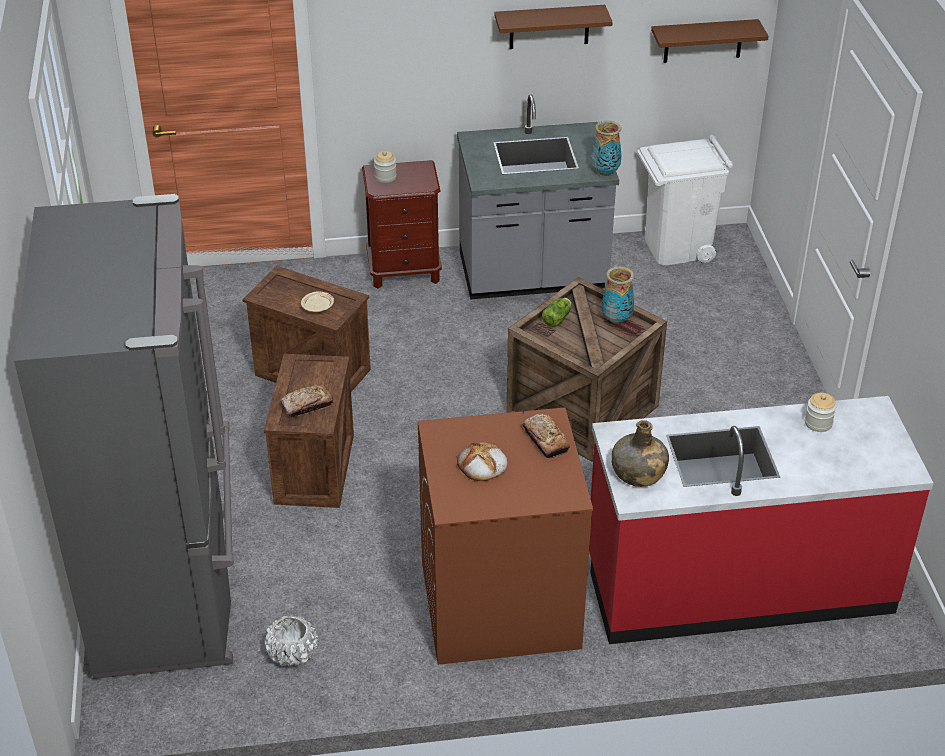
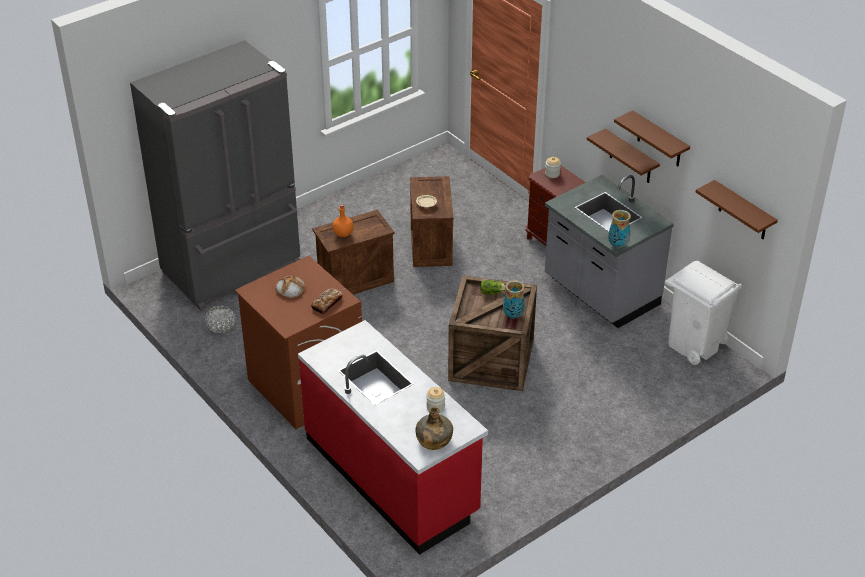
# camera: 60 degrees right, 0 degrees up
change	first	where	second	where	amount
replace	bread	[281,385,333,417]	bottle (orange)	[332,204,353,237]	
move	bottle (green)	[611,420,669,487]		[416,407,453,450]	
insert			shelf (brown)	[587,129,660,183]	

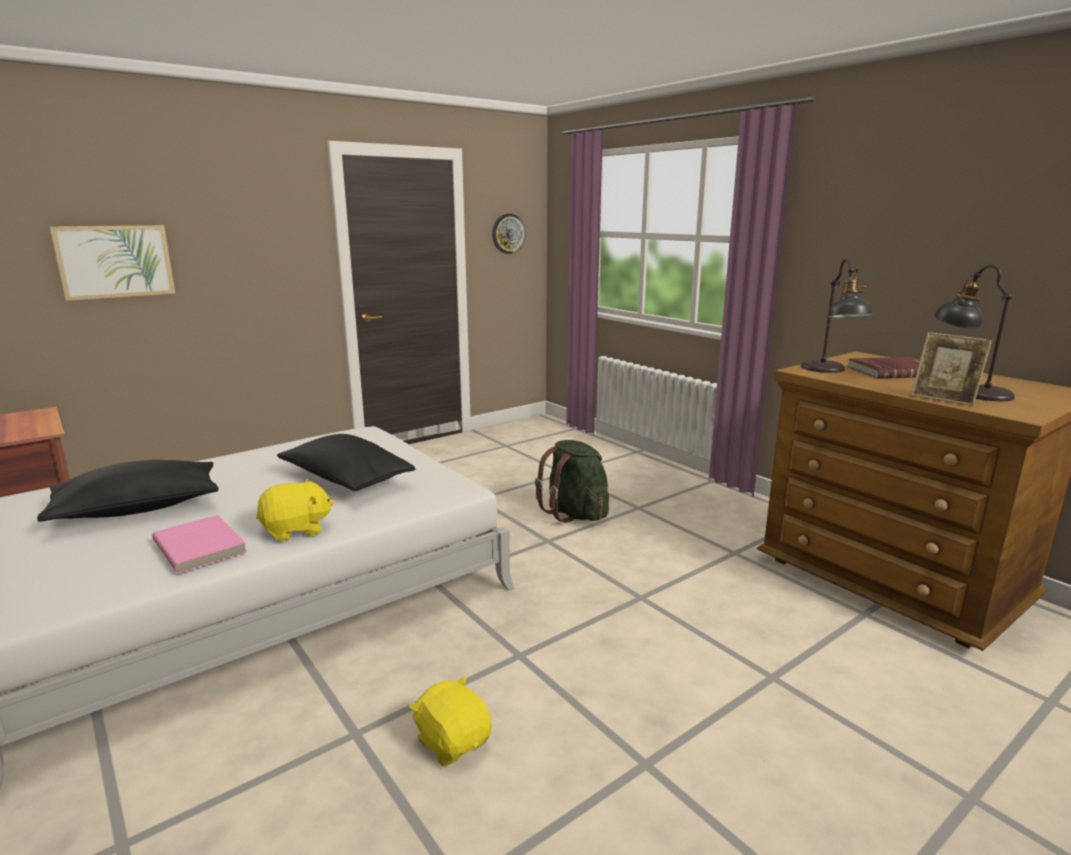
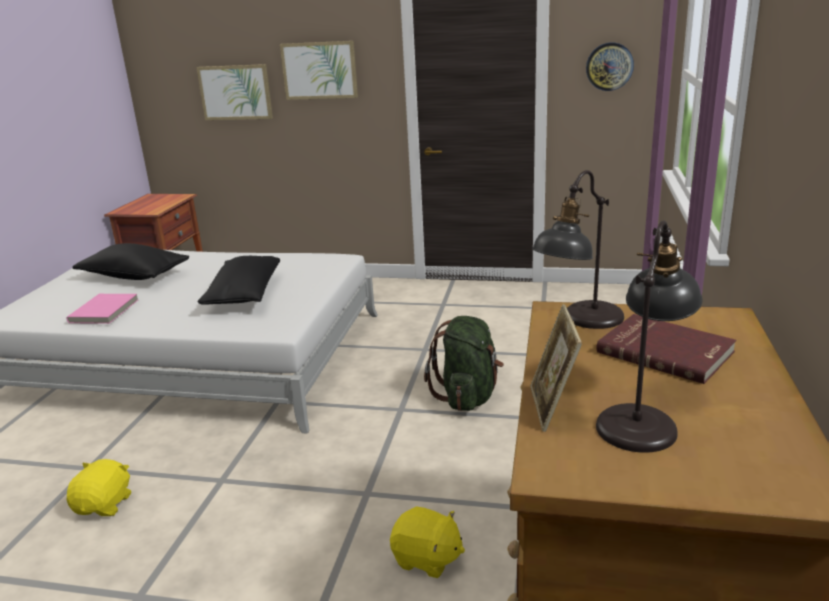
# camera: 50 degrees right, 5 degrees up
change	first	where	second	where	amount
insert			picture	[280,41,358,100]	
move	plush toy (yellow)	[256,479,334,541]		[390,507,465,578]	

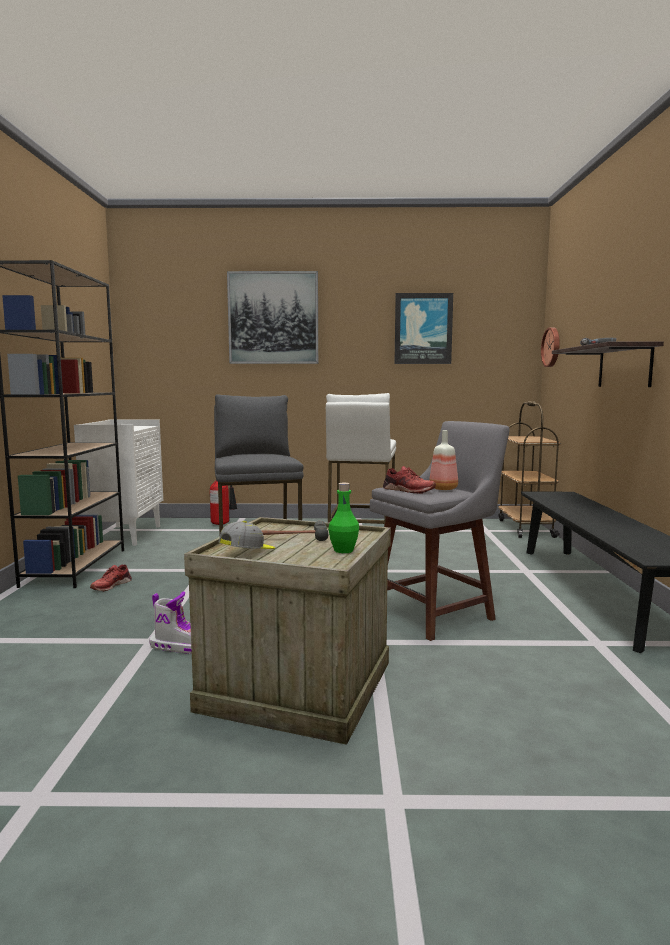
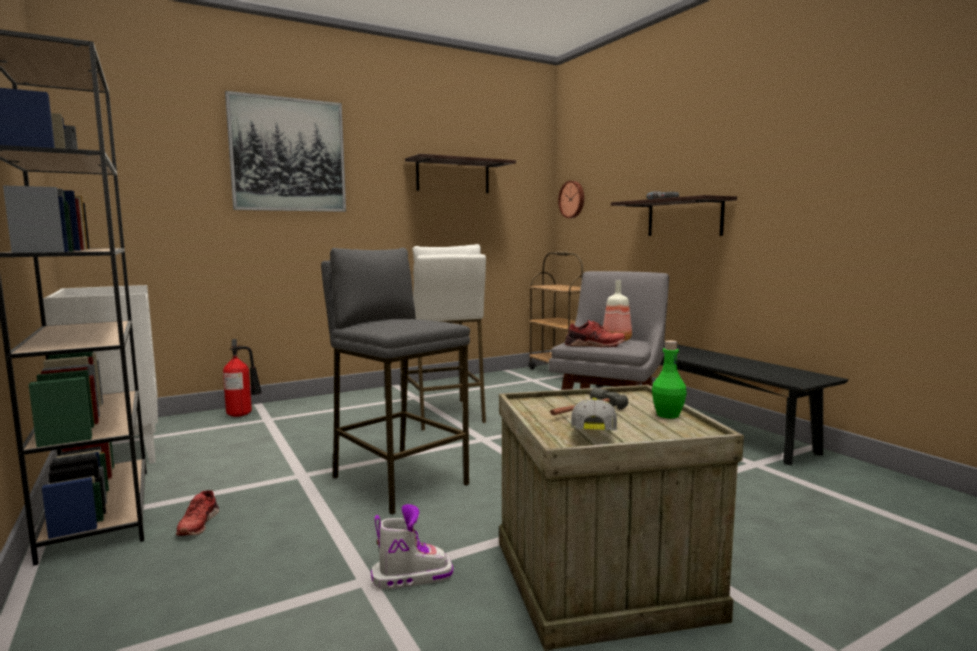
# camera: 30 degrees left, 0 degrees up
change	first	where	second	where	amount
replace	picture	[395,293,453,364]	shelf	[405,154,516,193]	

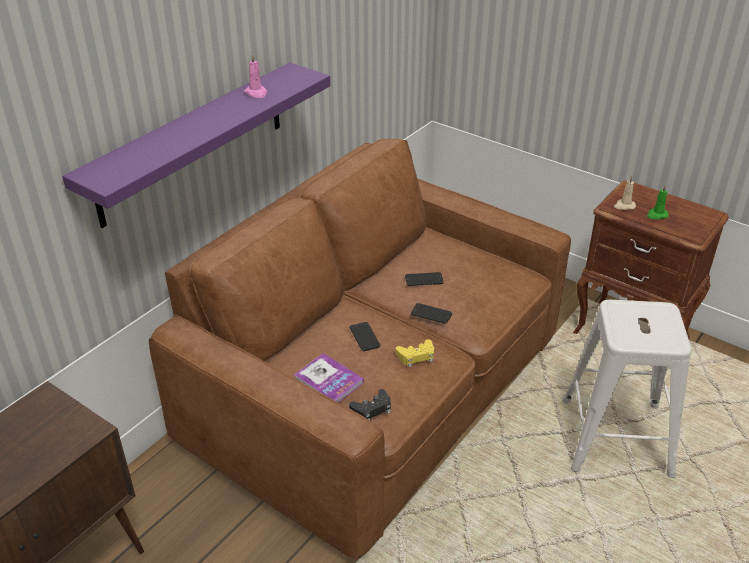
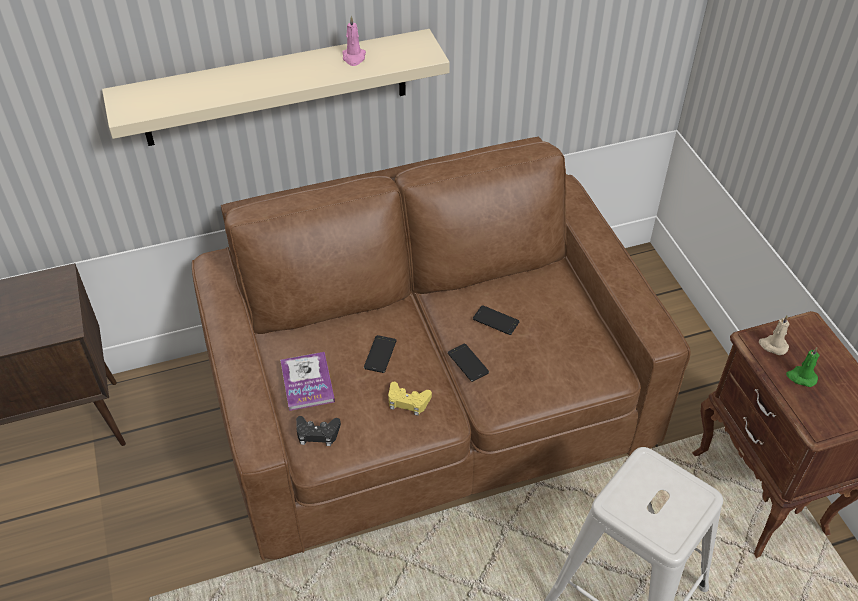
# camera: 35 degrees right, 10 degrees up
change	first	where	second	where	amount
recolor	shelf (purple)	[62,62,331,228]	shelf (beige)	[102,29,450,146]	

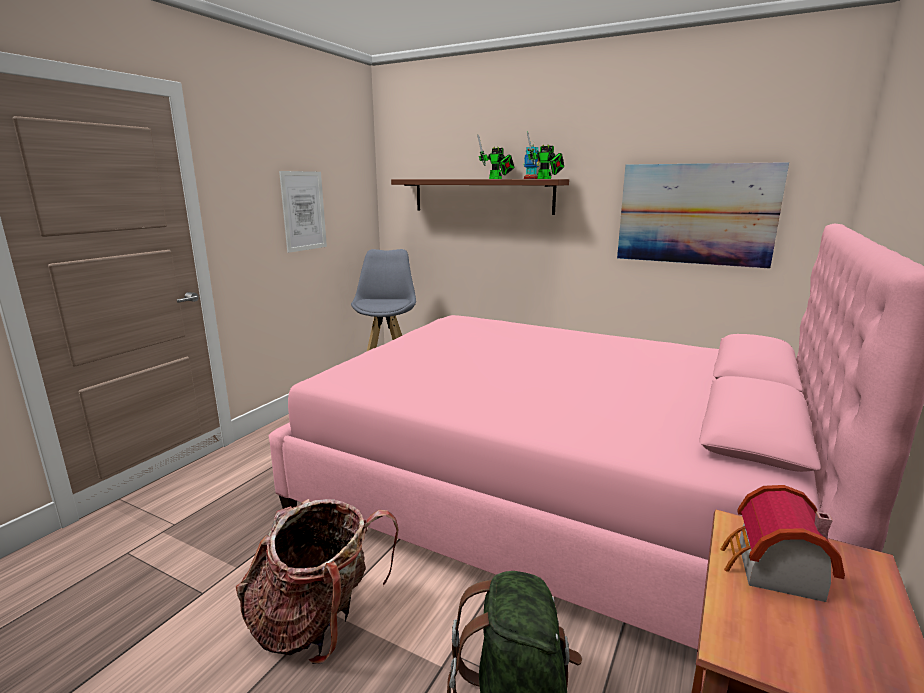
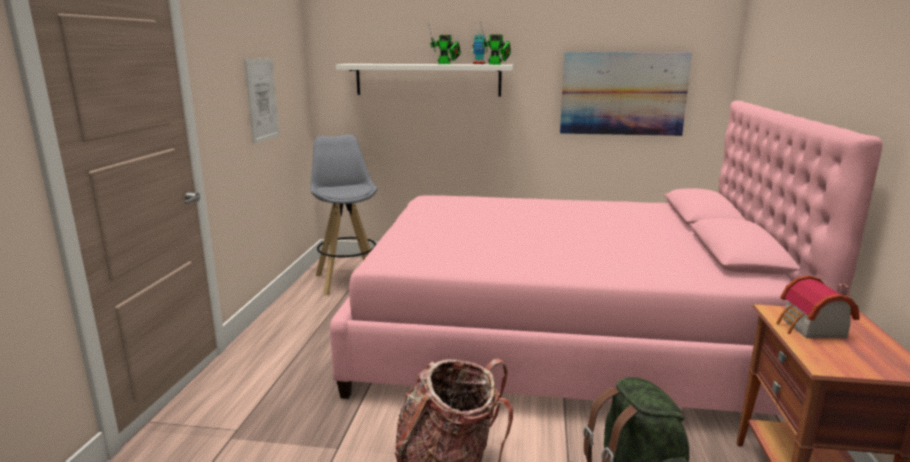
# camera: 20 degrees left, 0 degrees up
change	first	where	second	where	amount
recolor	shelf (brown)	[391,179,569,215]	shelf (white)	[336,64,513,96]	

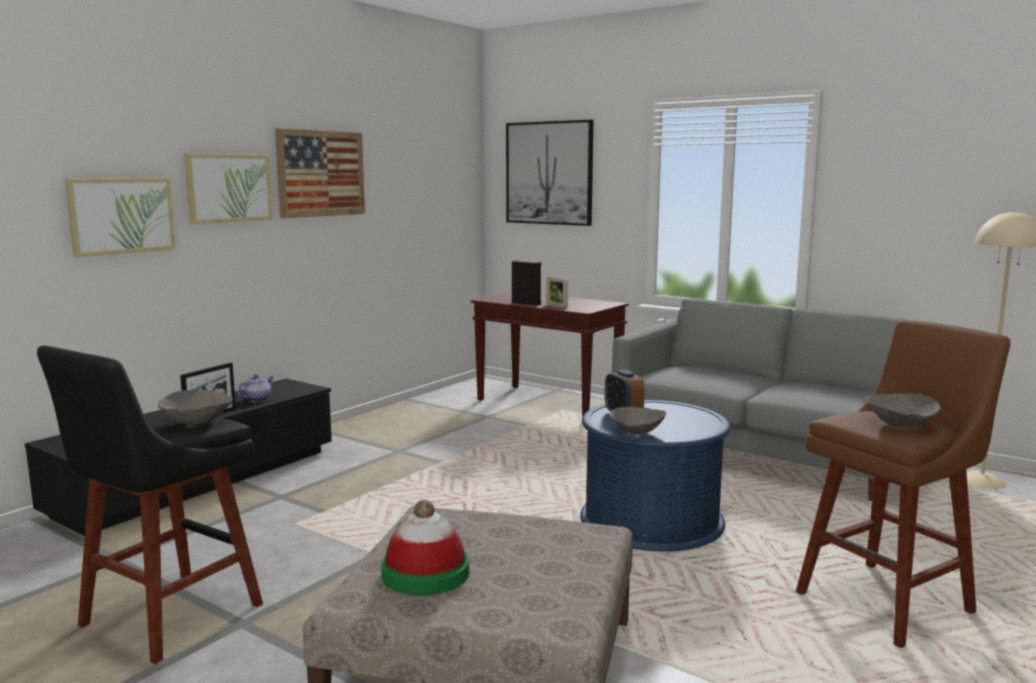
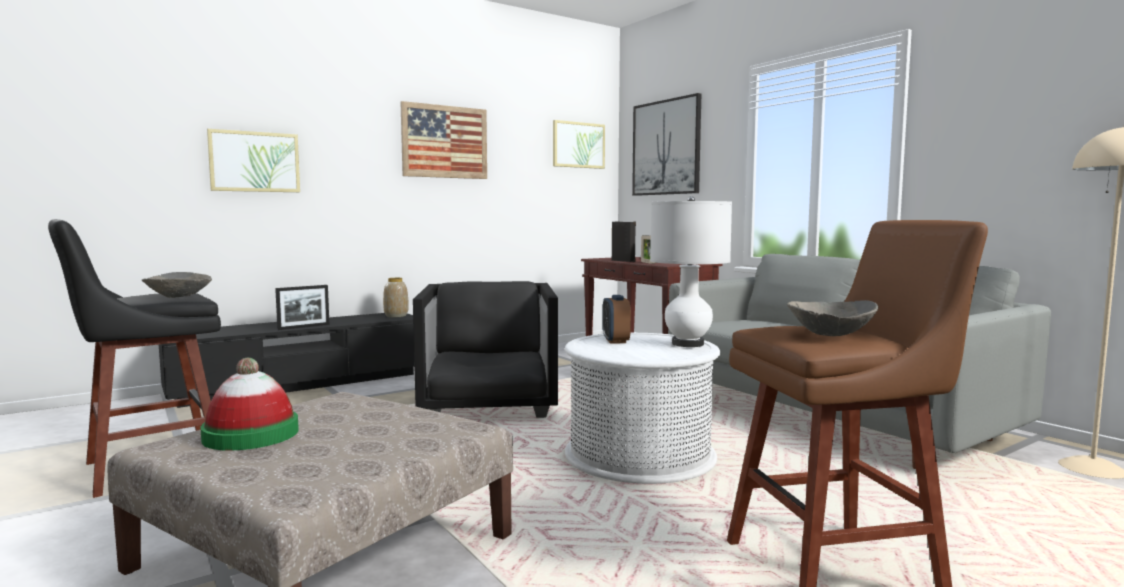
# camera: 20 degrees right, 5 degrees down
change	first	where	second	where	amount
insert			vase	[383,278,409,317]	
insert			armchair (black)	[413,281,558,418]	
move	picture	[184,153,272,224]		[553,120,605,169]	
recolor	coffee table (blue)	[580,400,731,551]	coffee table (white)	[565,333,720,484]	
insert			table lamp (white)	[650,196,732,347]	
delete	teapot	[238,374,274,402]			
delete	bowl (grey)	[610,407,666,434]			

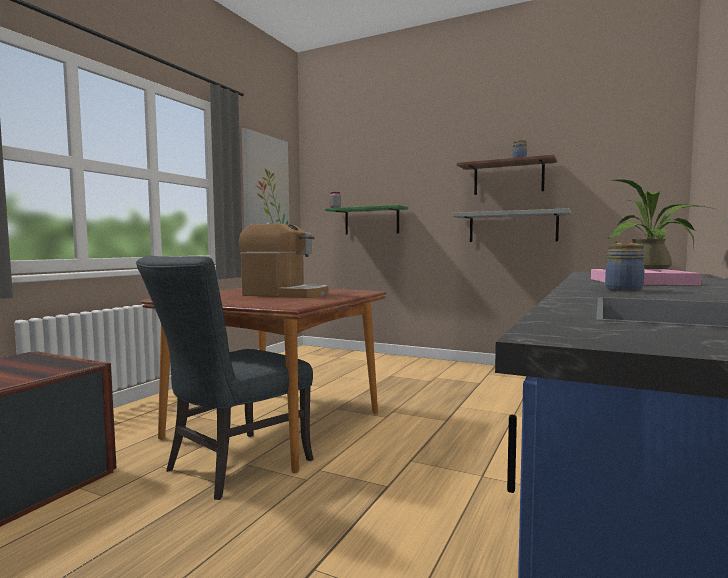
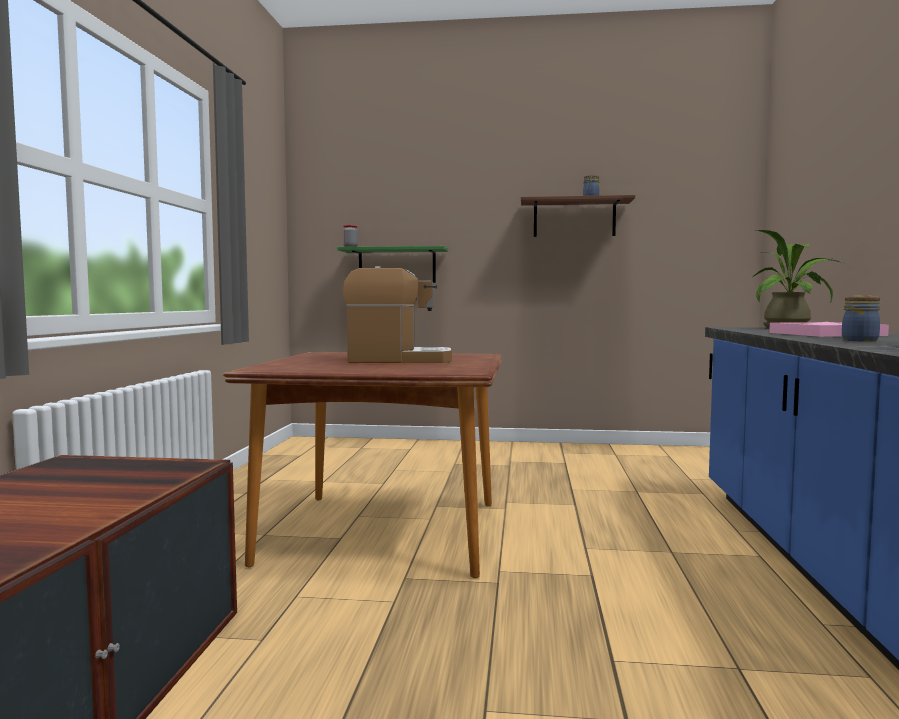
# camera: 20 degrees left, 0 degrees up
change	first	where	second	where	amount
delete	chair (grey)	[136,256,314,500]			
delete	picture	[242,128,290,228]			
delete	shelf (grey)	[452,208,572,242]			

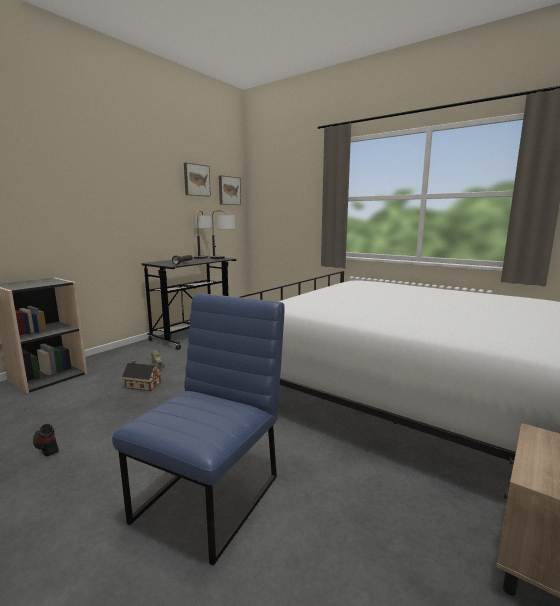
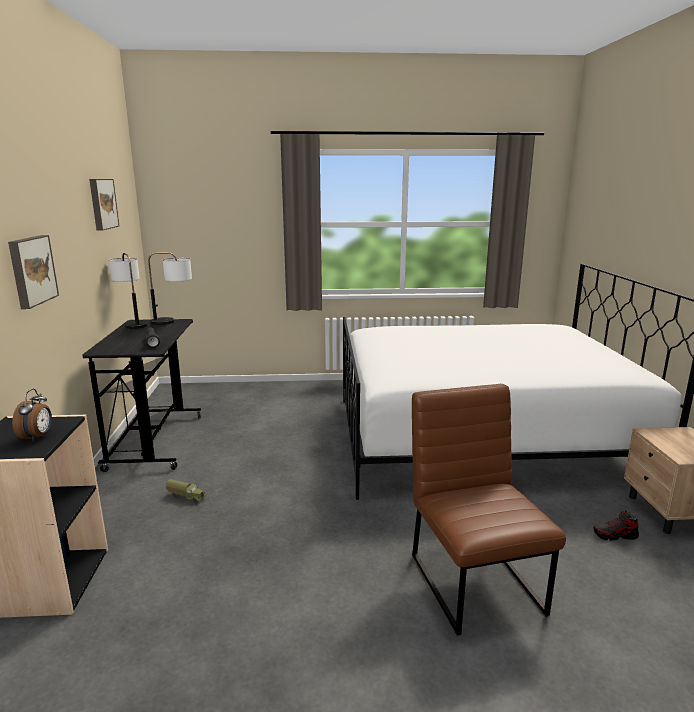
# camera: 40 degrees left, 5 degrees up
change	first	where	second	where	amount
move	picture	[219,175,241,205]		[8,235,59,309]	
insert			alarm clock	[12,389,52,442]	
recolor	chair (blue)	[112,293,285,566]	chair (brown)	[412,384,566,636]	
move	shoe	[33,424,59,456]		[593,510,639,541]	
delete	toy house	[122,360,161,391]			

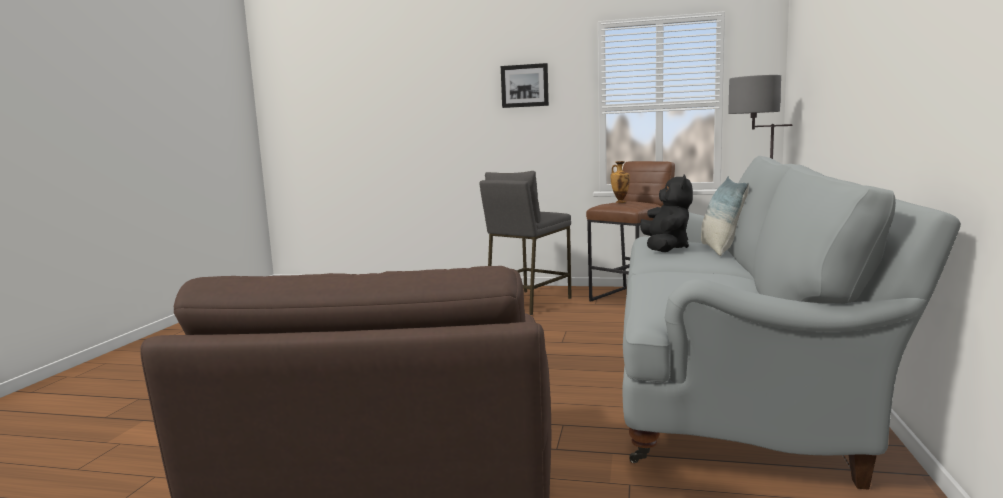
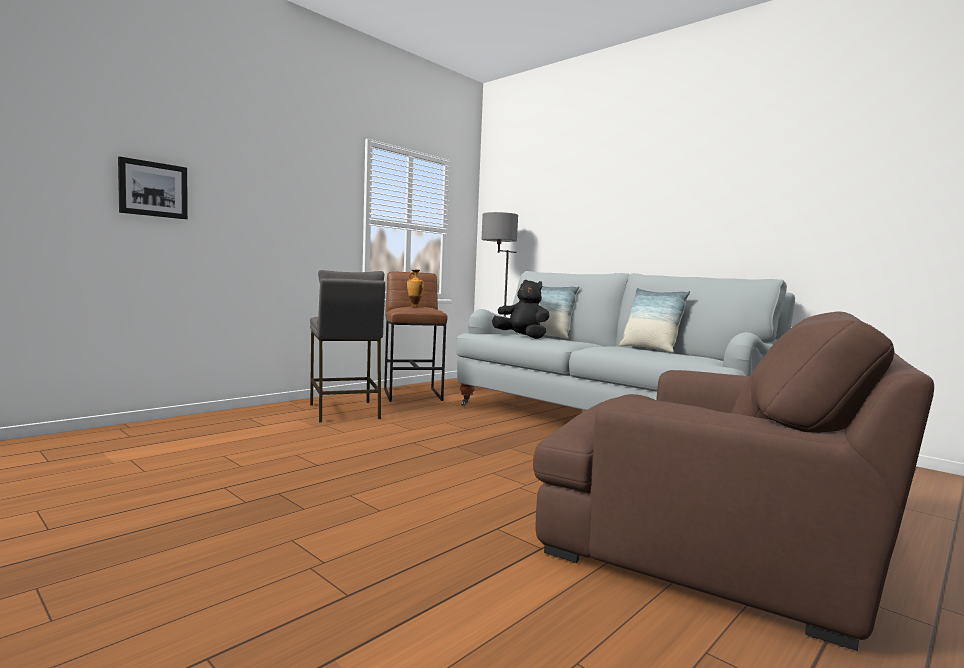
# camera: 60 degrees left, 5 degrees down
change	first	where	second	where	amount
move	picture	[501,63,549,108]		[118,156,188,219]	
insert			pillow	[619,288,690,353]	

